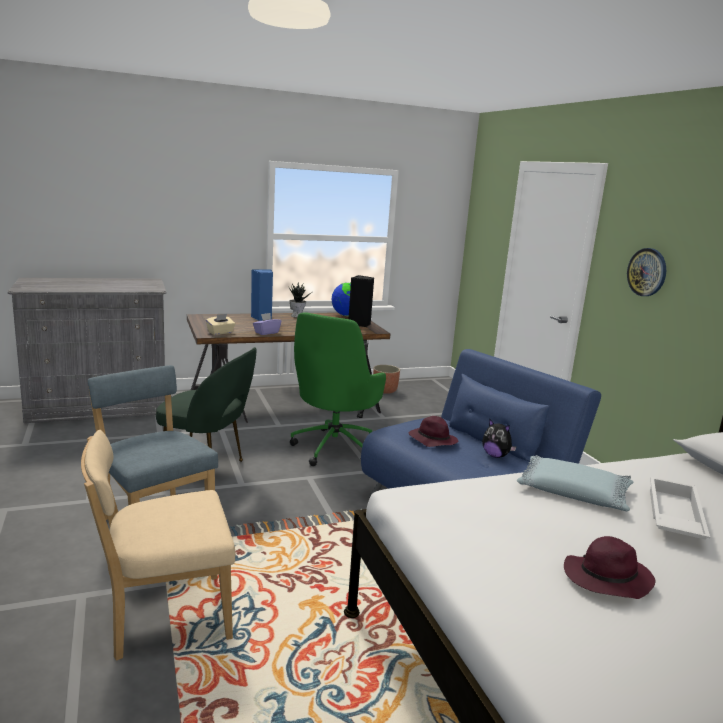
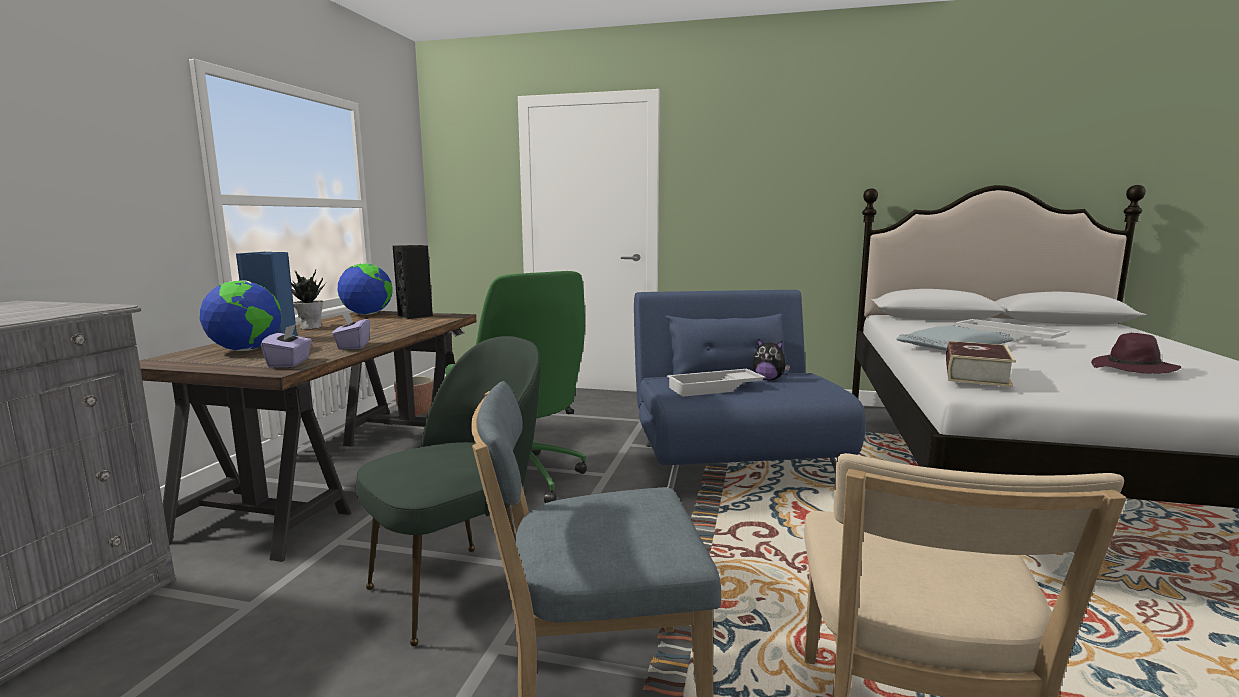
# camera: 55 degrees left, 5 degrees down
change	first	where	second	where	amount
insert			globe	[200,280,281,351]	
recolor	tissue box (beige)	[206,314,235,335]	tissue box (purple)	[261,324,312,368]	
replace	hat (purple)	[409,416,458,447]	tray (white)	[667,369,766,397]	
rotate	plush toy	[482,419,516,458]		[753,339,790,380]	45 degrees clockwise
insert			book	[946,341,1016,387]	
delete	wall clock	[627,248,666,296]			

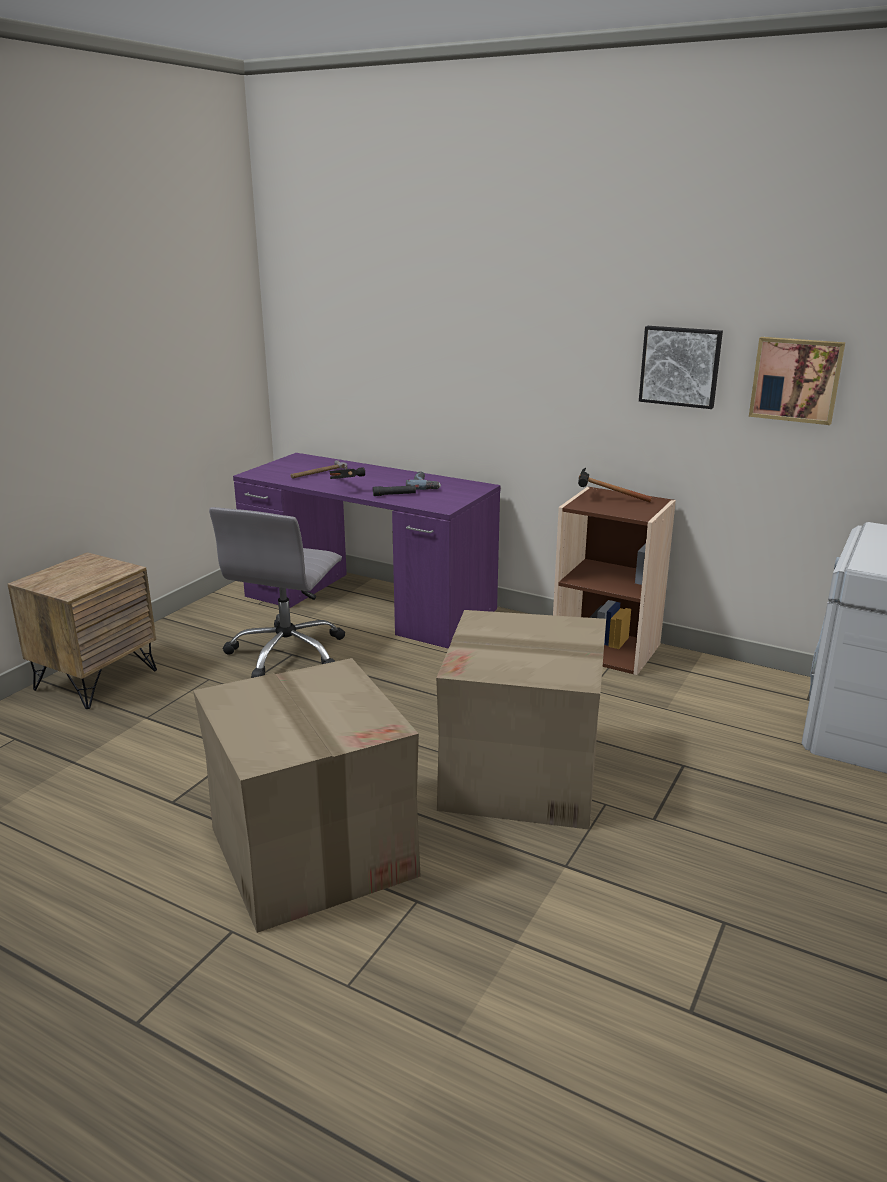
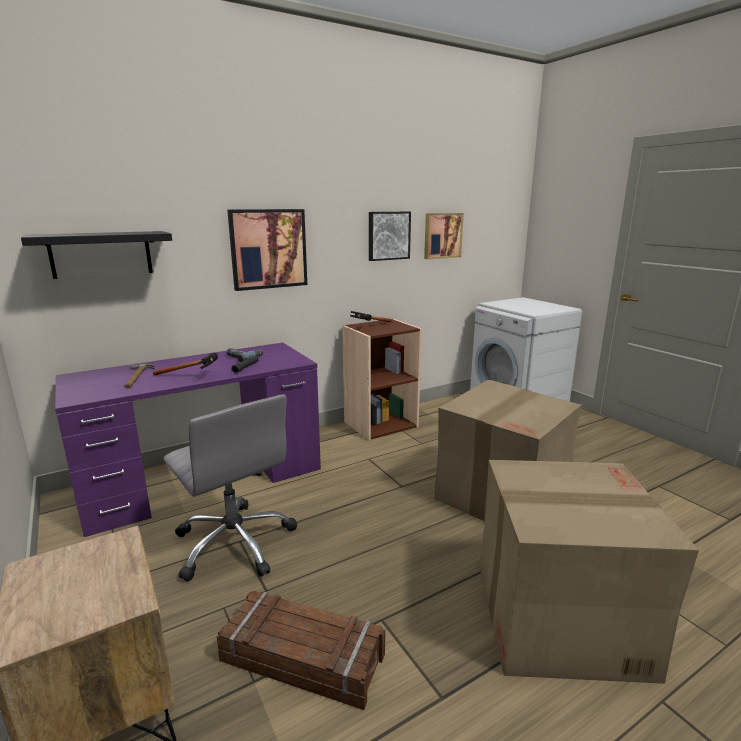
# camera: 60 degrees left, 5 degrees down
change	first	where	second	where	amount
insert			shelf (black)	[21,231,172,279]	
insert			crate	[217,591,385,710]	
insert			picture	[227,209,307,291]	

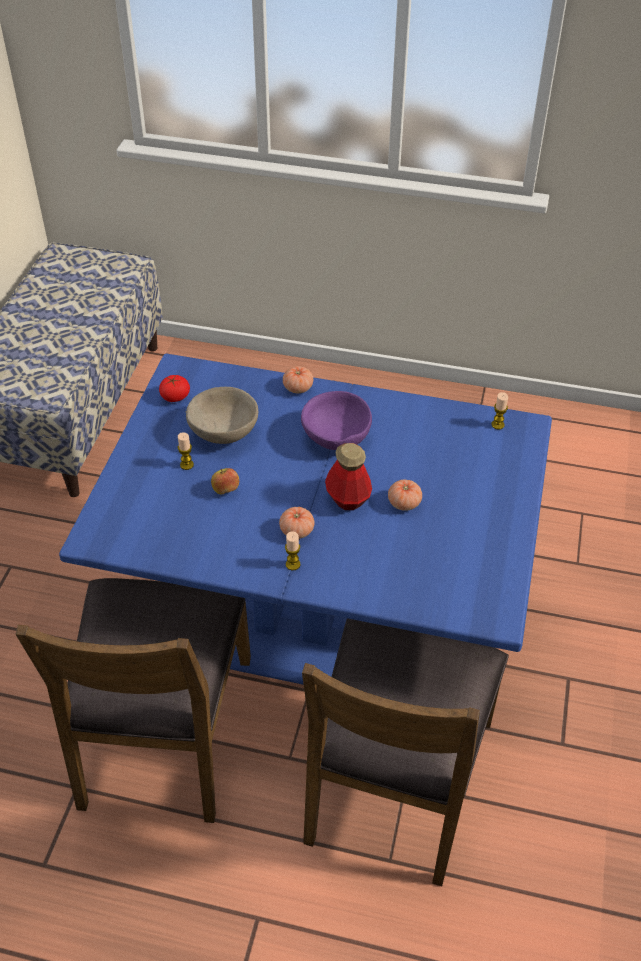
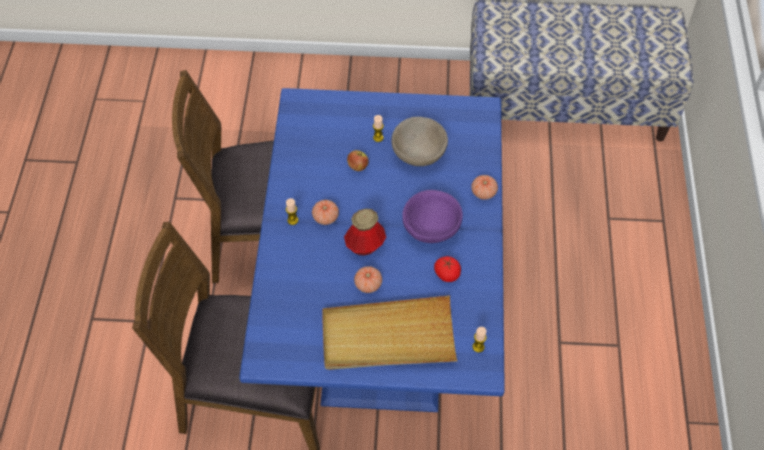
# camera: 80 degrees right, 10 degrees up
change	first	where	second	where	amount
insert			tray (beige)	[322,295,458,370]	
move	tomato	[159,375,190,402]		[434,256,461,282]	

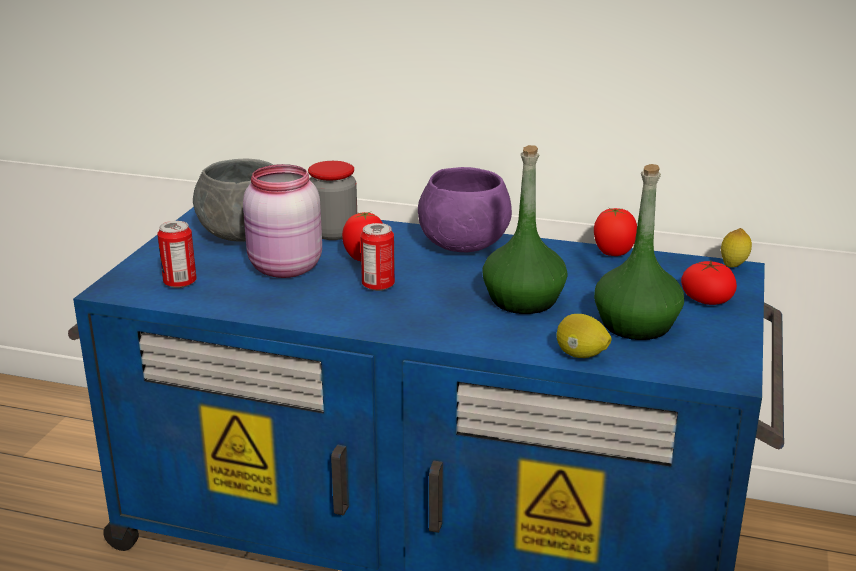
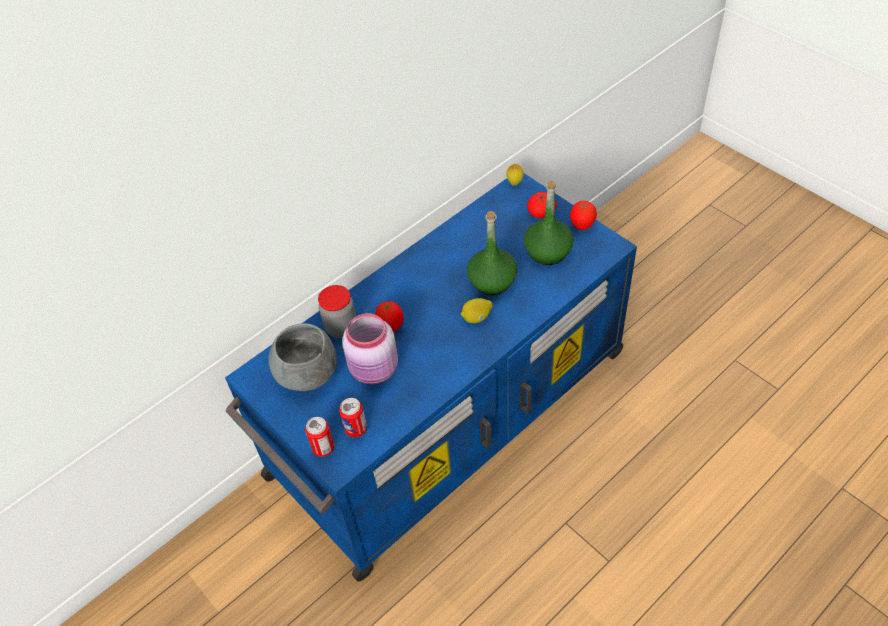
# camera: 55 degrees left, 25 degrees up
change	first	where	second	where	amount
move	can	[360,223,395,291]		[305,417,334,457]	
move	lemon	[557,314,612,358]		[461,298,492,323]	
move	tomato	[594,207,637,256]		[570,201,597,230]	
delete	bowl (purple)	[418,167,512,252]			

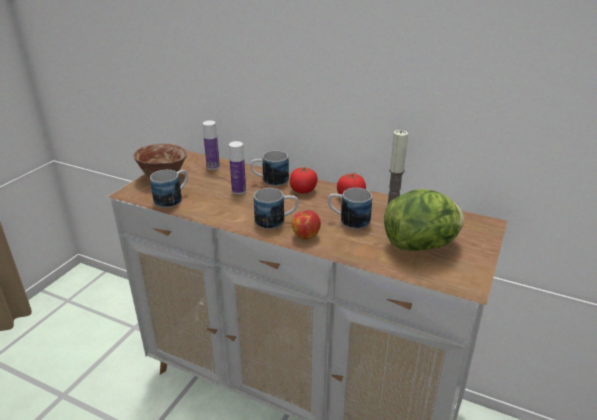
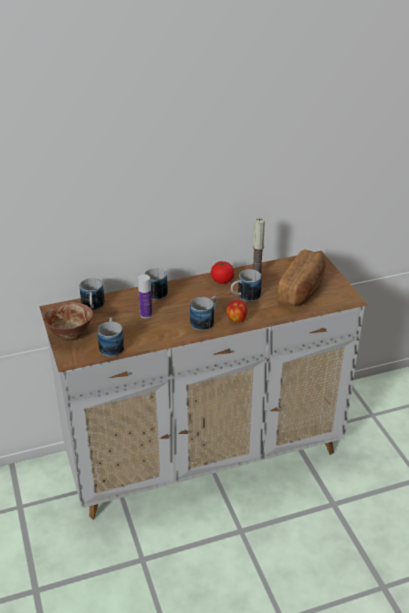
# camera: 45 degrees left, 5 degrees up
change	first	where	second	where	amount
replace	bottle	[203,121,220,170]	mug	[80,278,105,310]	
replace	lettuce	[384,189,464,251]	bread	[278,249,326,306]	
delete	tomato	[290,167,318,193]			

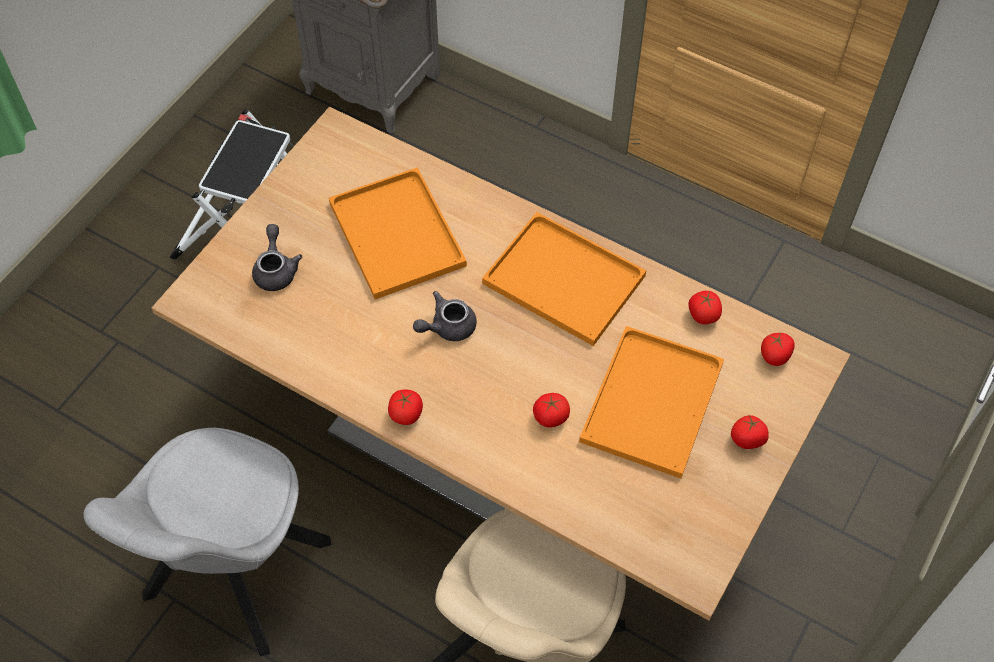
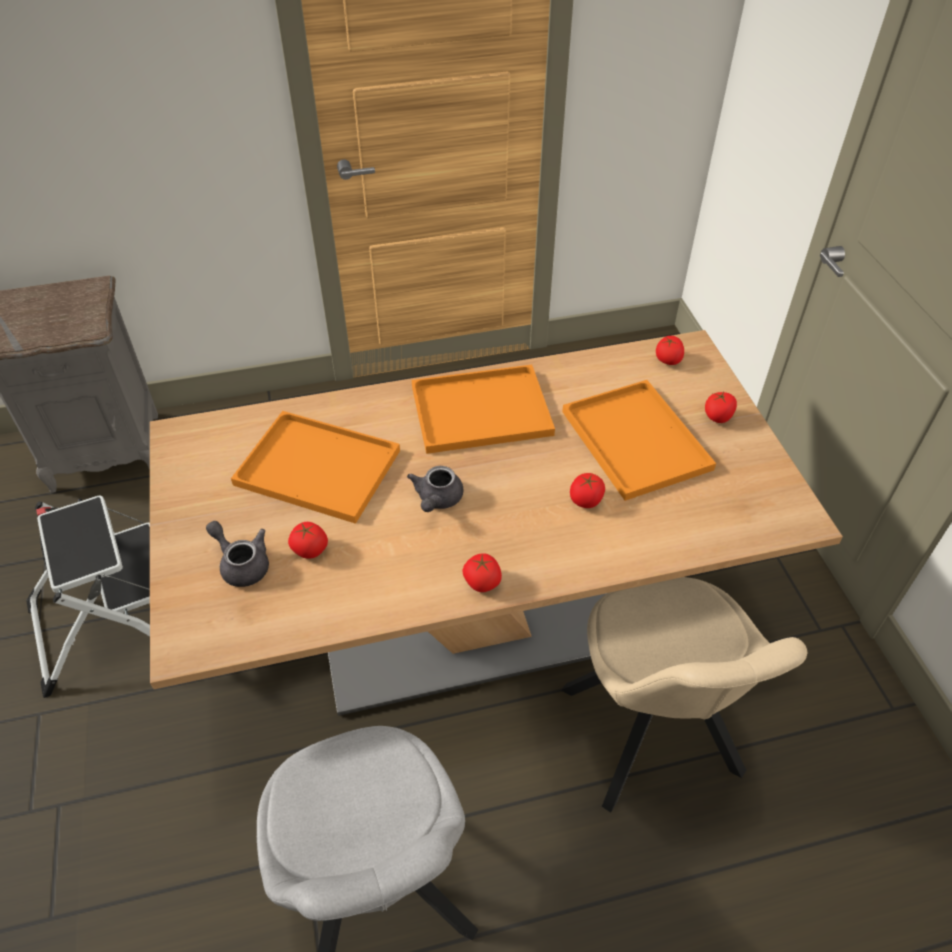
# camera: 45 degrees left, 10 degrees down
change	first	where	second	where	amount
move	tomato	[688,291,722,324]		[288,522,328,559]	

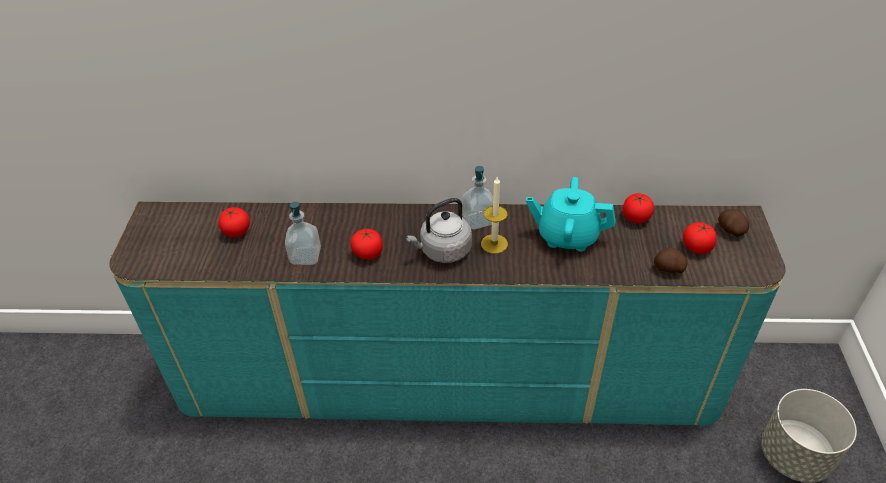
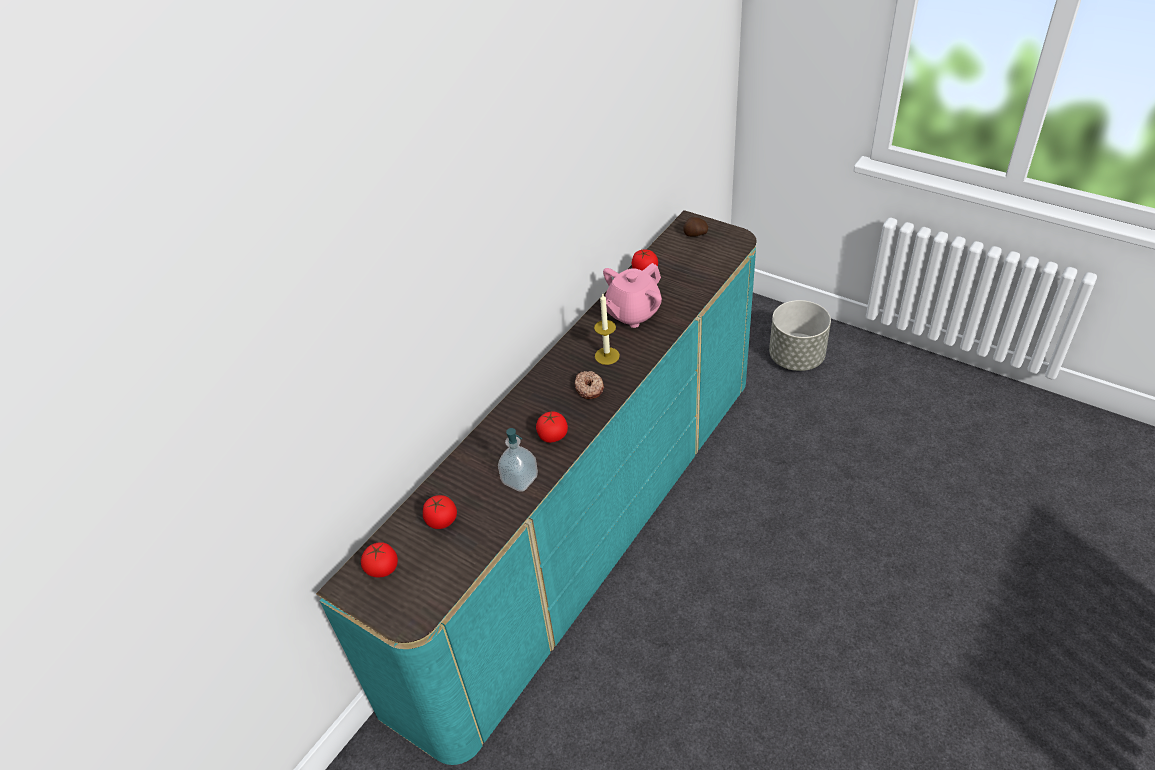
# camera: 55 degrees left, 0 degrees up
change	first	where	second	where	amount
move	tomato	[683,222,717,254]		[361,542,398,578]	
replace	kettle (grey)	[406,198,472,263]	donut	[575,371,604,399]	
recolor	teapot (turquoise)	[526,177,616,251]	teapot (pink)	[603,263,662,328]	
delete	soap dispenser	[462,166,493,229]			
delete	potato	[654,247,687,273]			

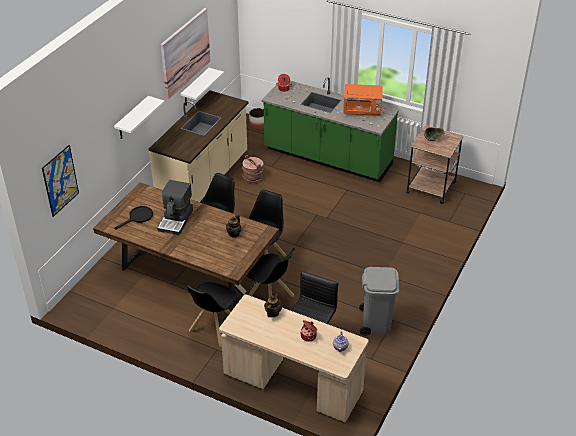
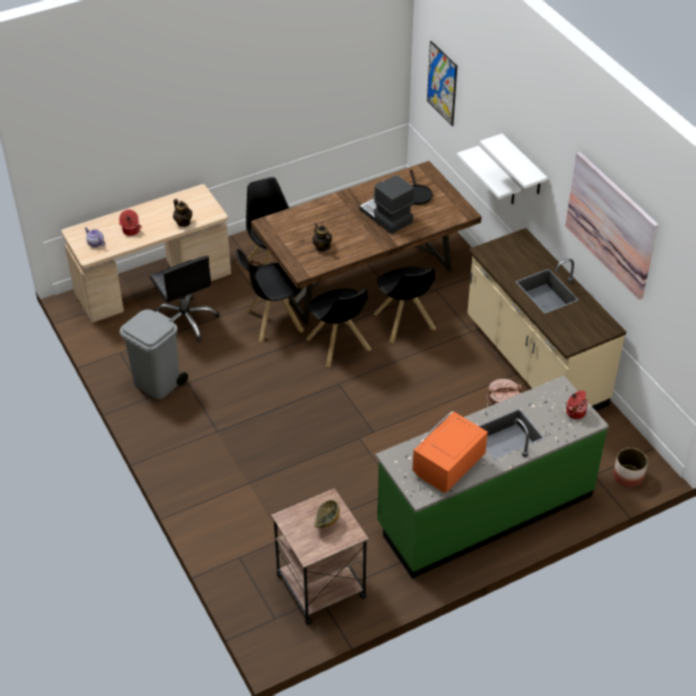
# camera: 125 degrees right, 5 degrees up
change	first	where	second	where	amount
move	shelf (white)	[181,68,224,106]		[457,146,521,204]	

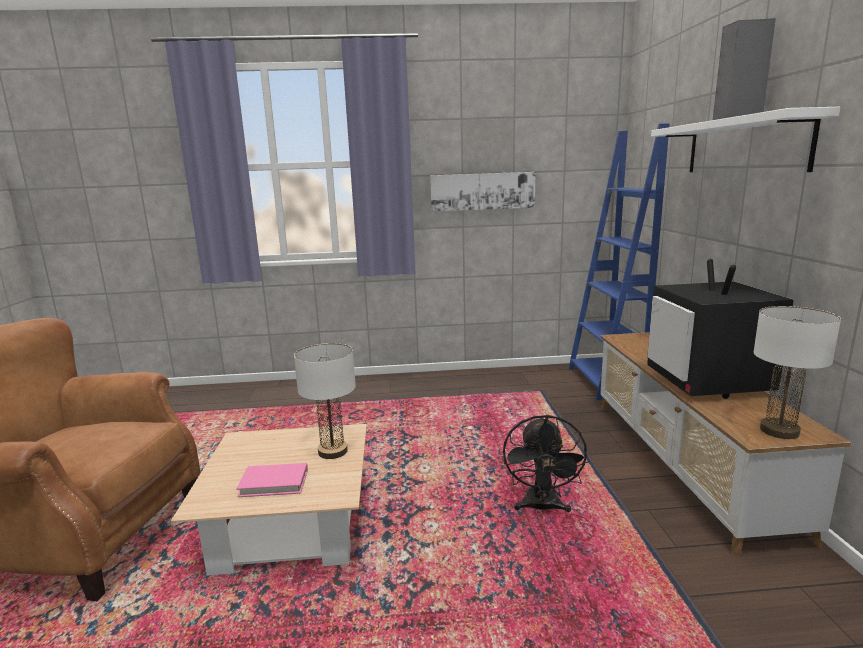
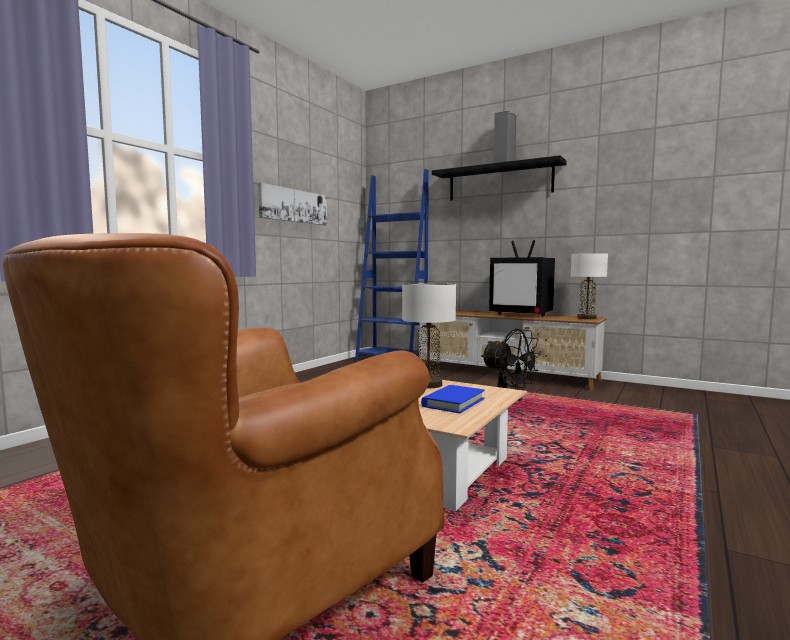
# camera: 55 degrees left, 10 degrees down
change	first	where	second	where	amount
recolor	book (pink)	[236,463,308,497]	book (blue)	[421,385,485,413]	
recolor	shelf (white)	[651,107,840,172]	shelf (black)	[432,155,567,201]	

